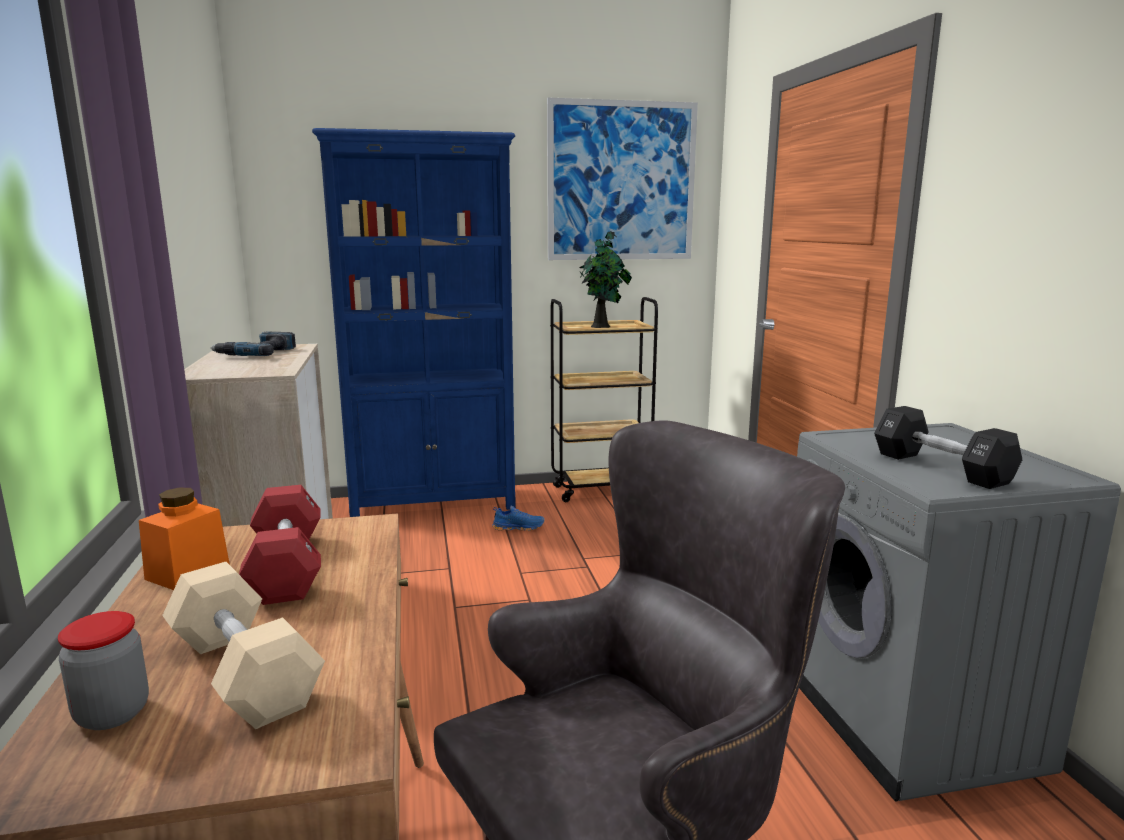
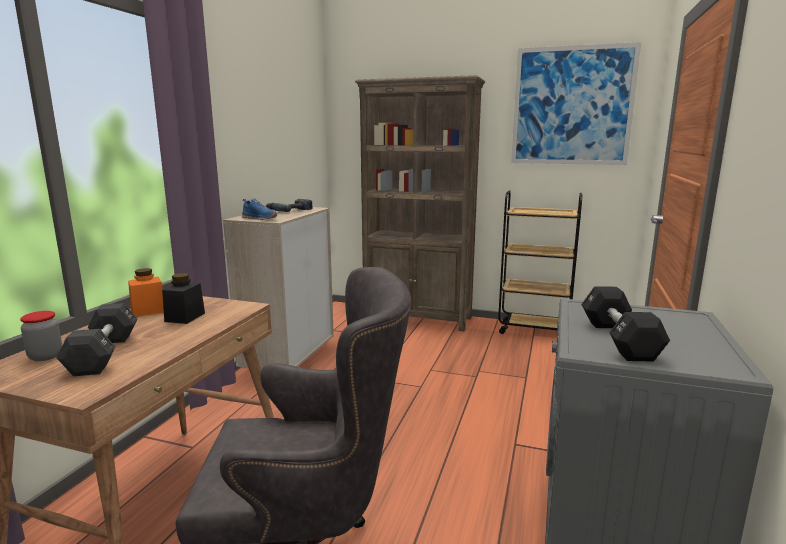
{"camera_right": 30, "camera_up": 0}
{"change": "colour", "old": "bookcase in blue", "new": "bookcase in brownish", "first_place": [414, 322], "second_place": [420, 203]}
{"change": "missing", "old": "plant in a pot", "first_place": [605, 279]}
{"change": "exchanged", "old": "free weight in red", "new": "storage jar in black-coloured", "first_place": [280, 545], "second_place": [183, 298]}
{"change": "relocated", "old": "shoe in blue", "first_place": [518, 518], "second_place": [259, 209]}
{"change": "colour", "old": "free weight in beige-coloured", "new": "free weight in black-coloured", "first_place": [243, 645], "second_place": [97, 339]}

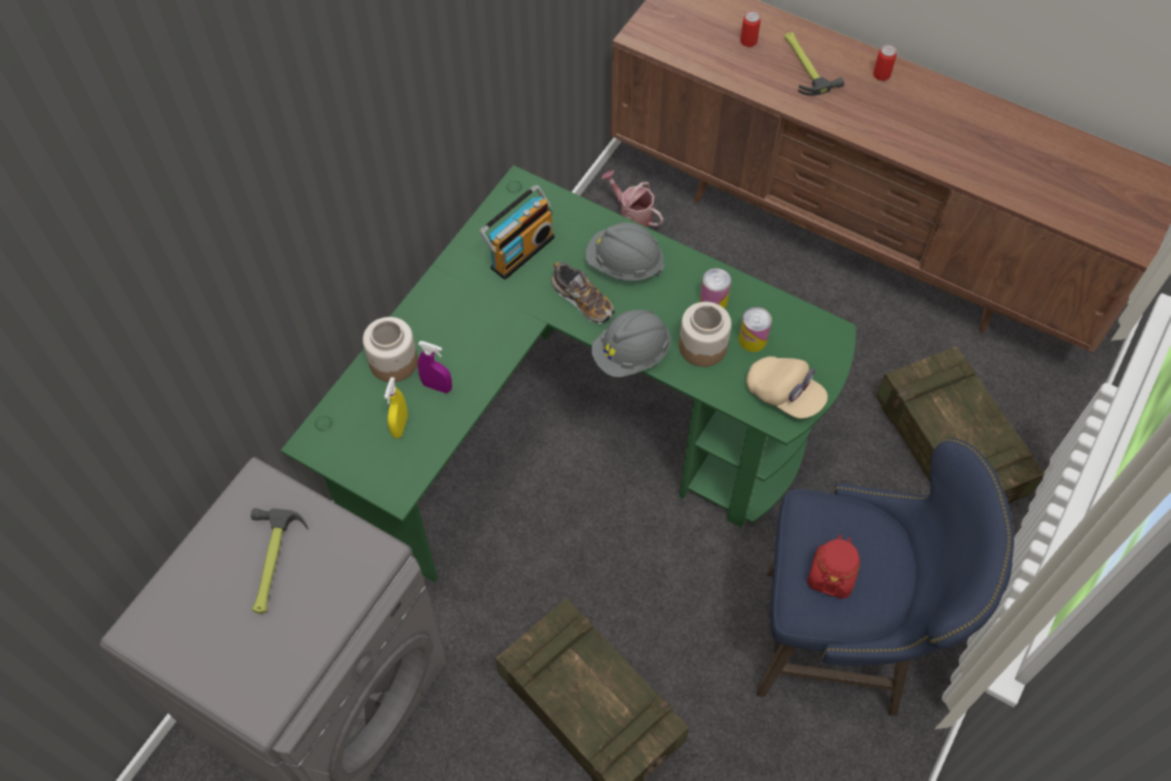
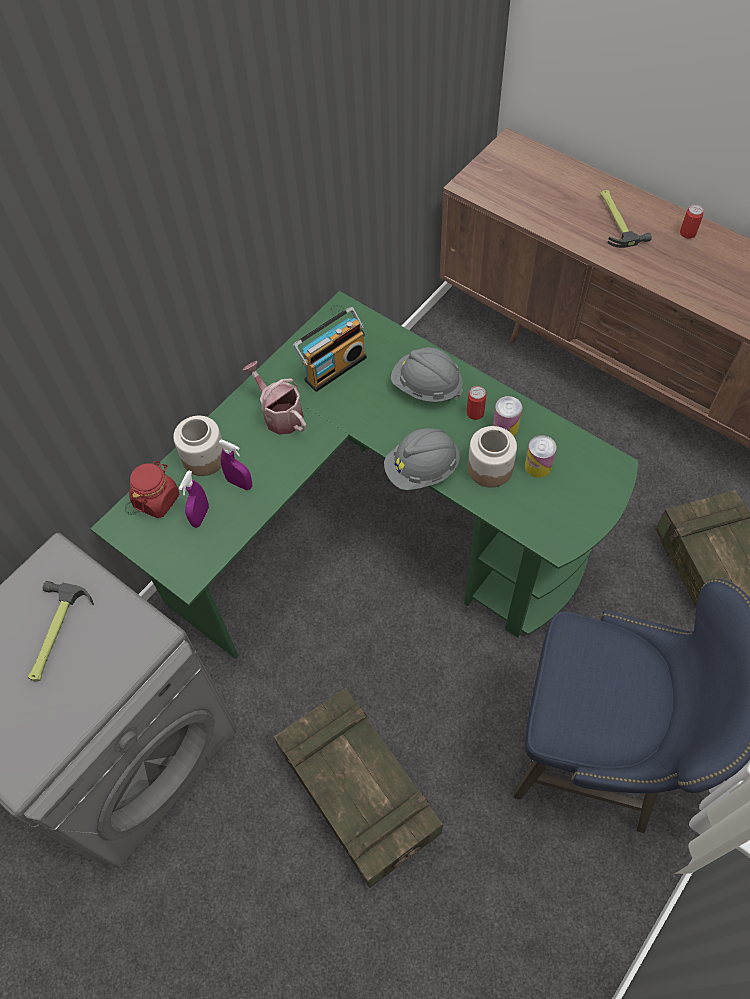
{"camera_right": 10, "camera_up": 0}
{"change": "relocated", "old": "sealed can", "first_place": [750, 29], "second_place": [476, 403]}
{"change": "relocated", "old": "watering pot", "first_place": [632, 199], "second_place": [275, 398]}
{"change": "missing", "old": "shoe", "first_place": [583, 293]}
{"change": "missing", "old": "peaked cap in beige-coloured", "first_place": [787, 387]}
{"change": "colour", "old": "spray bottle in yellow", "new": "spray bottle in purple", "first_place": [396, 407], "second_place": [194, 499]}
{"change": "relocated", "old": "storage jar in red", "first_place": [833, 566], "second_place": [154, 489]}

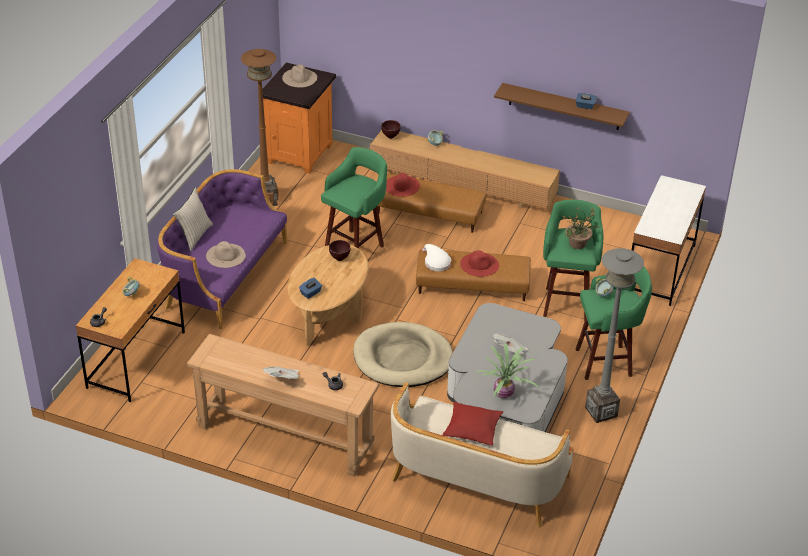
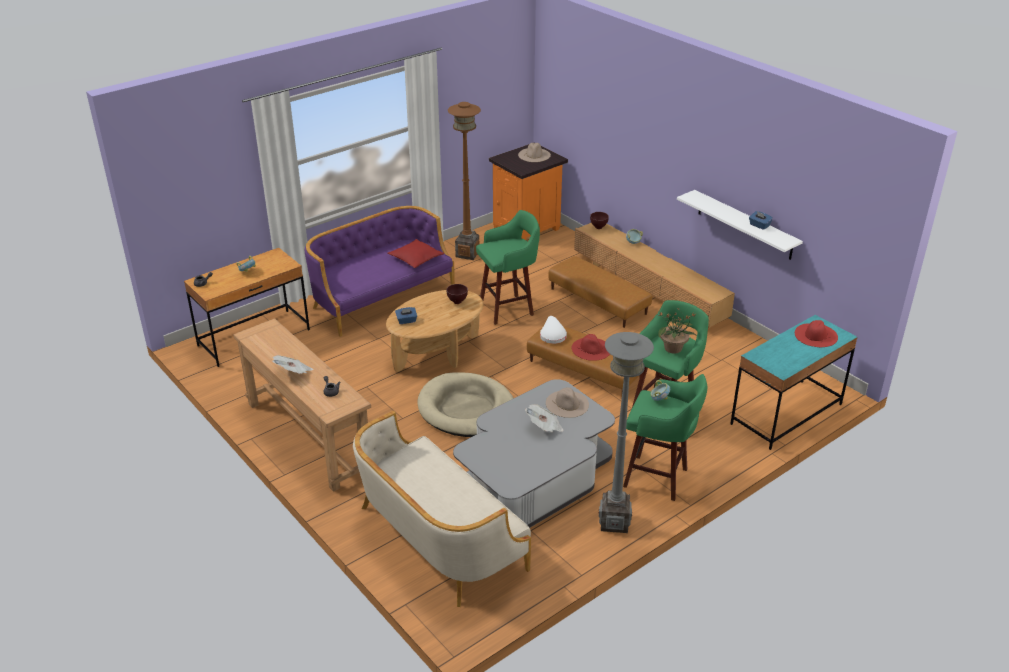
{"camera_right": 30, "camera_up": -5}
{"change": "colour", "old": "shelf in brownish", "new": "shelf in white", "first_place": [562, 106], "second_place": [740, 225]}
{"change": "relocated", "old": "clothing hat in red", "first_place": [403, 185], "second_place": [816, 333]}
{"change": "colour", "old": "desk unit in white", "new": "desk unit in turquoise", "first_place": [669, 240], "second_place": [794, 382]}
{"change": "missing", "old": "pillow in beige-coloured", "first_place": [193, 219]}
{"change": "relocated", "old": "clothing hat in beige-coloured", "first_place": [226, 254], "second_place": [567, 402]}
{"change": "missing", "old": "plant in a pot", "first_place": [508, 371]}
{"change": "relocated", "old": "pillow in red", "first_place": [473, 424], "second_place": [415, 253]}

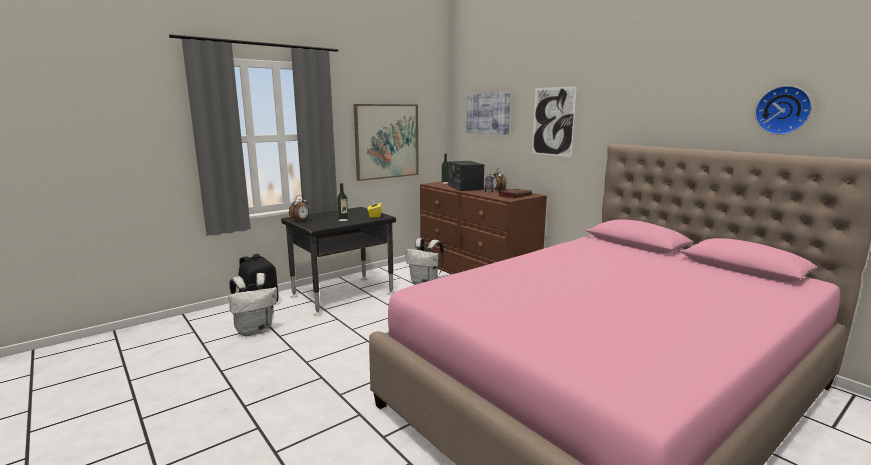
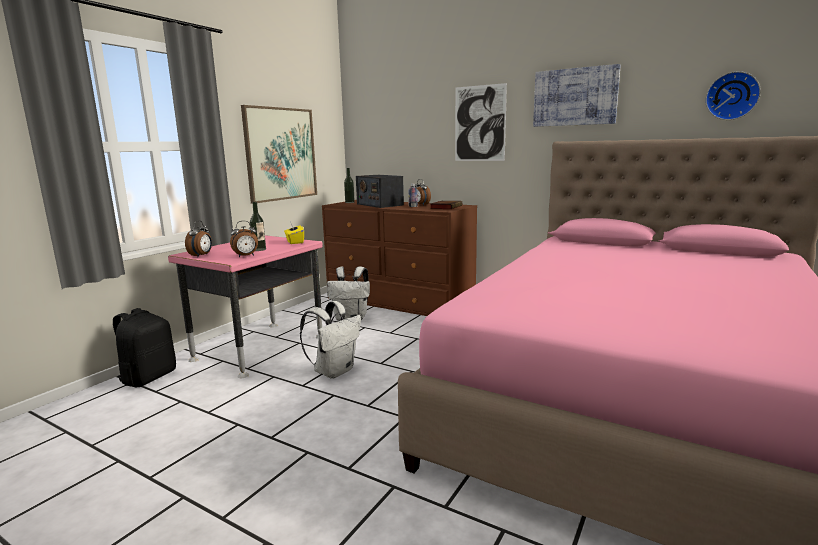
{"camera_right": -20, "camera_up": 0}
{"change": "relocated", "old": "wall picture", "first_place": [488, 114], "second_place": [577, 95]}
{"change": "colour", "old": "desk unit in black-coloured", "new": "desk unit in pinkish", "first_place": [338, 261], "second_place": [245, 306]}
{"change": "relocated", "old": "rucksack in white", "first_place": [252, 304], "second_place": [330, 340]}
{"change": "appeared", "new": "table clock", "second_place": [244, 239]}

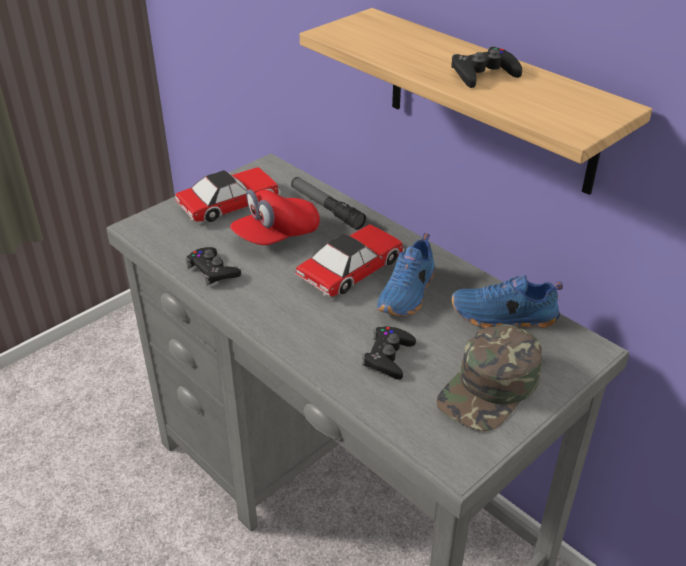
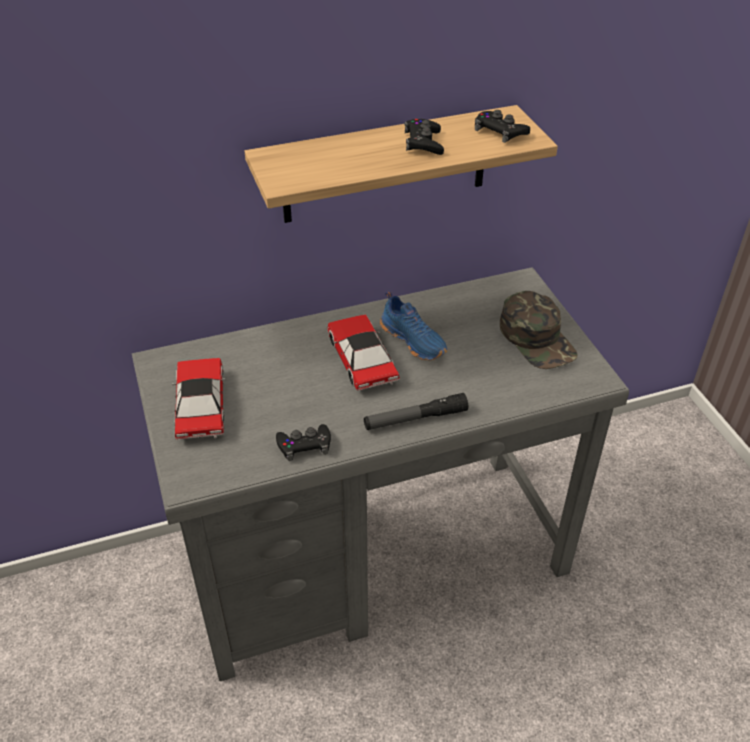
{"camera_right": -65, "camera_up": 5}
{"change": "relocated", "old": "torch", "first_place": [328, 203], "second_place": [416, 411]}
{"change": "missing", "old": "peaked cap in red", "first_place": [275, 217]}
{"change": "missing", "old": "shoe in blue", "first_place": [507, 301]}
{"change": "relocated", "old": "joypad in black-coloured", "first_place": [389, 353], "second_place": [502, 126]}

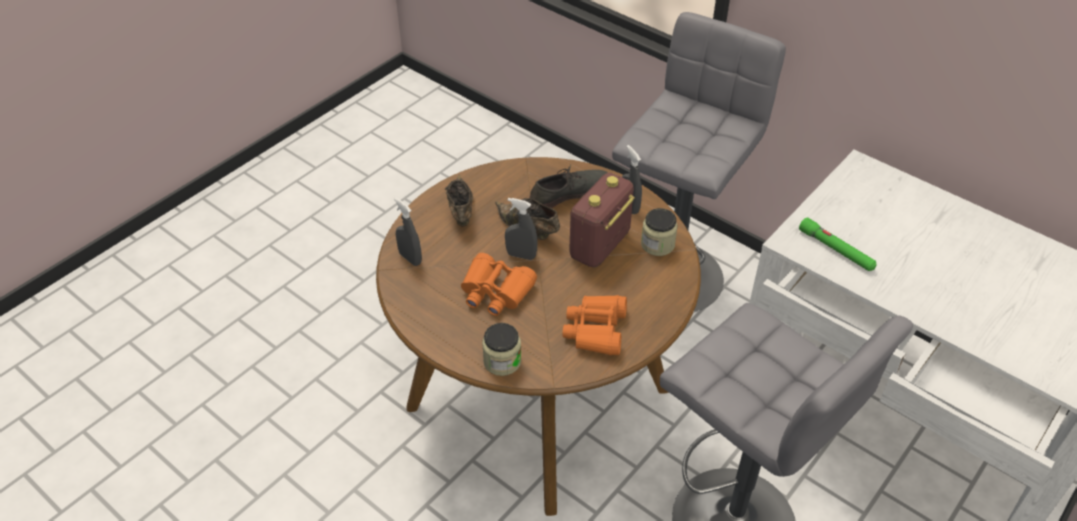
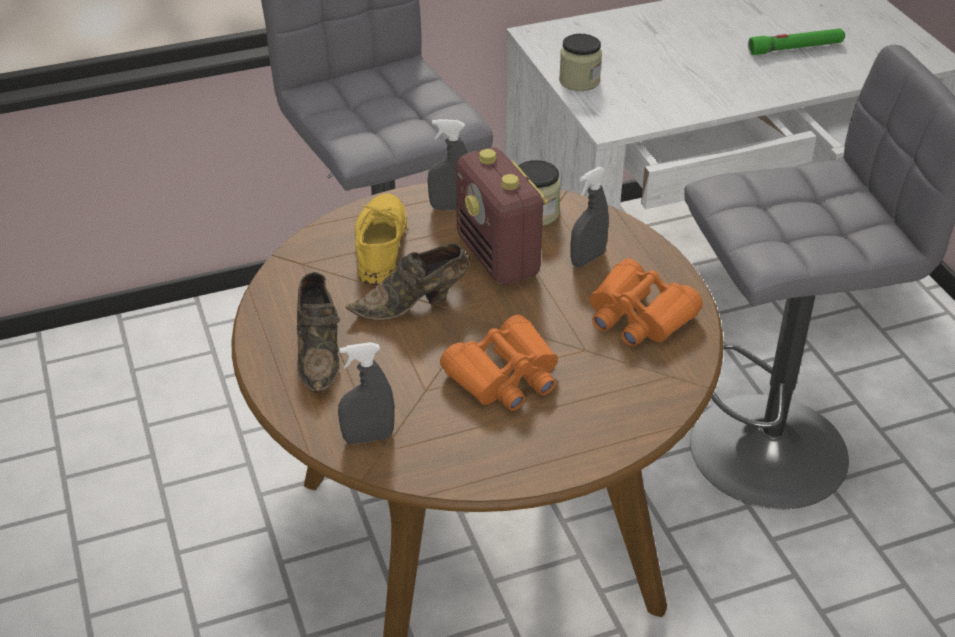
{"camera_right": -60, "camera_up": -5}
{"change": "colour", "old": "shoe in grey", "new": "shoe in yellow", "first_place": [568, 186], "second_place": [381, 239]}
{"change": "spun", "old": "shoe in brownish", "first_place": [459, 200], "second_place": [318, 332], "degrees": -120}
{"change": "relocated", "old": "spray bottle in grey", "first_place": [521, 229], "second_place": [589, 217]}
{"change": "relocated", "old": "torch in green-coloured", "first_place": [838, 244], "second_place": [796, 41]}
{"change": "relocated", "old": "storage jar", "first_place": [501, 349], "second_place": [580, 62]}

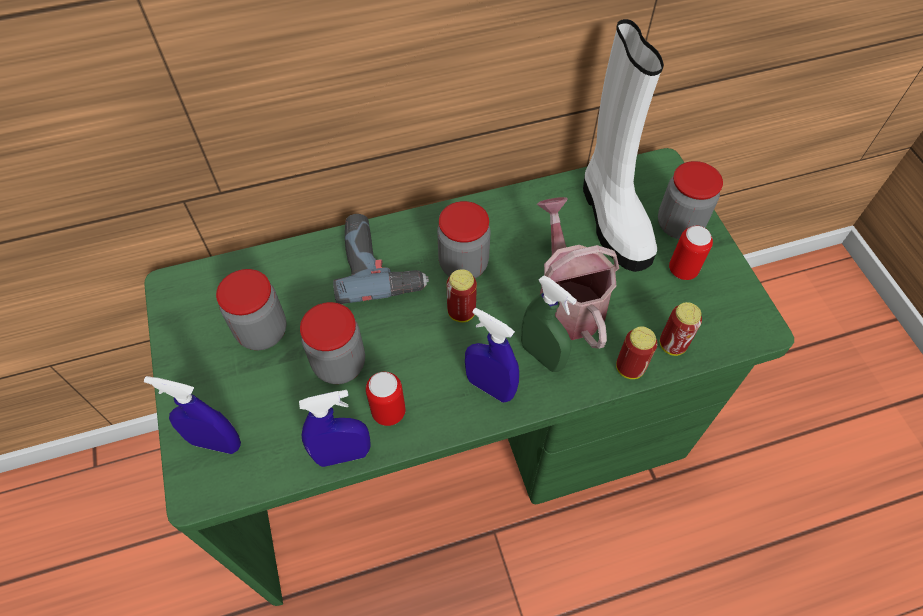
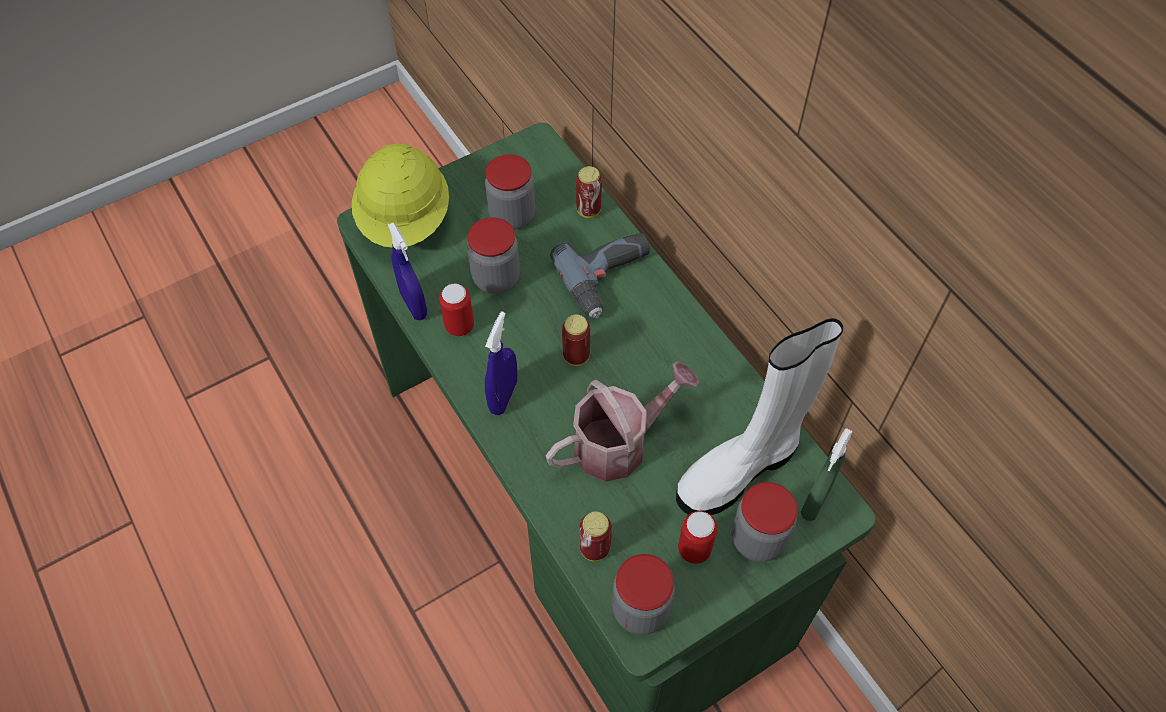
{"camera_right": 75, "camera_up": 0}
{"change": "relocated", "old": "storage jar", "first_place": [464, 239], "second_place": [643, 594]}
{"change": "relocated", "old": "spray bottle in green-coloured", "first_place": [549, 323], "second_place": [827, 474]}
{"change": "relocated", "old": "sealed can", "first_place": [637, 352], "second_place": [589, 192]}
{"change": "exchanged", "old": "spray bottle in blue", "new": "hard hat in yellow", "first_place": [192, 415], "second_place": [400, 195]}

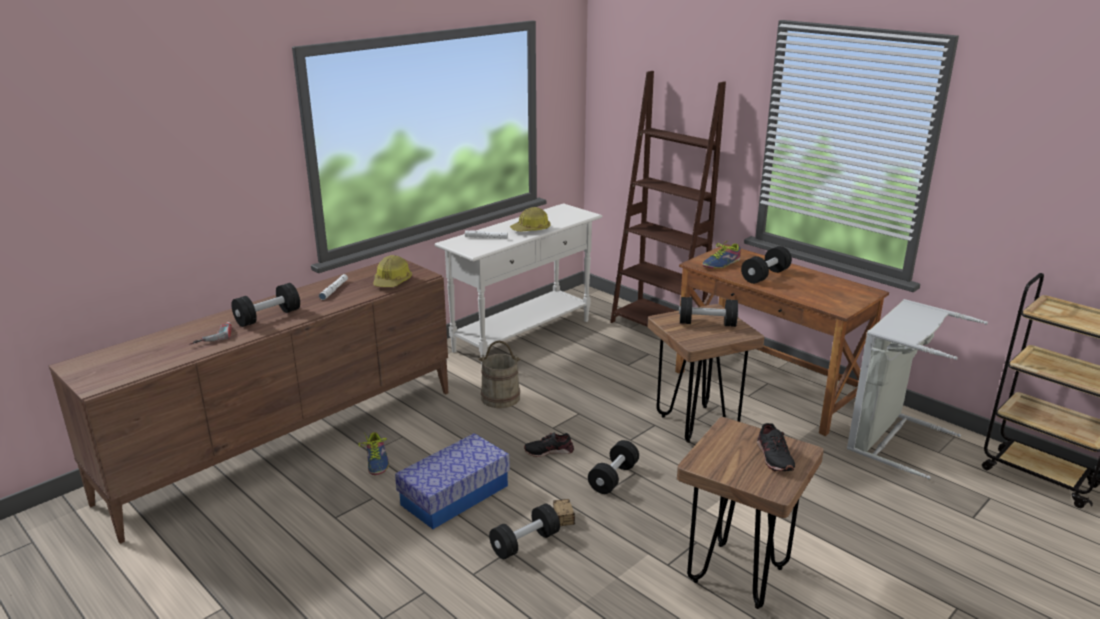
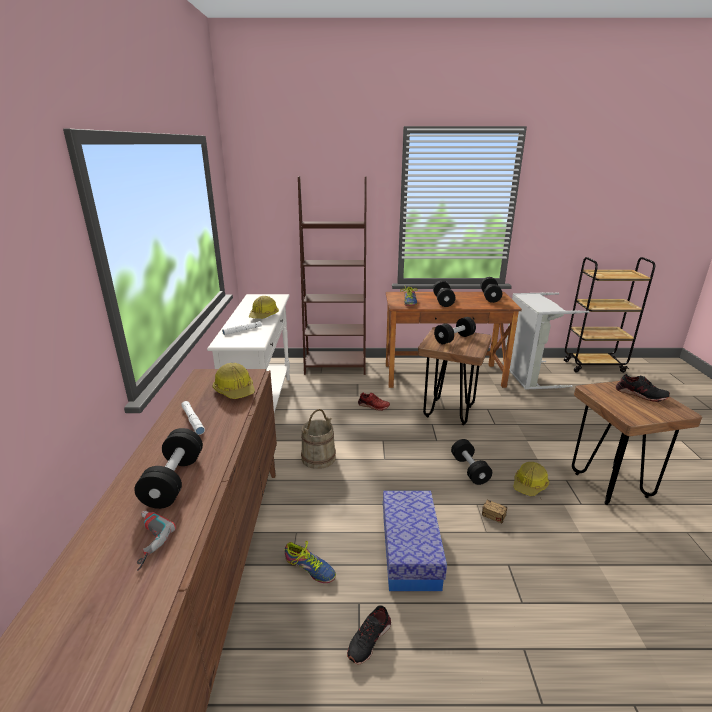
{"camera_right": -45, "camera_up": 0}
{"change": "relocated", "old": "shoe in black-coloured", "first_place": [549, 444], "second_place": [369, 634]}
{"change": "relocated", "old": "free weight in black-coloured", "first_place": [524, 531], "second_place": [491, 290]}
{"change": "appeared", "new": "shoe in red", "second_place": [374, 401]}
{"change": "appeared", "new": "hard hat", "second_place": [531, 479]}

